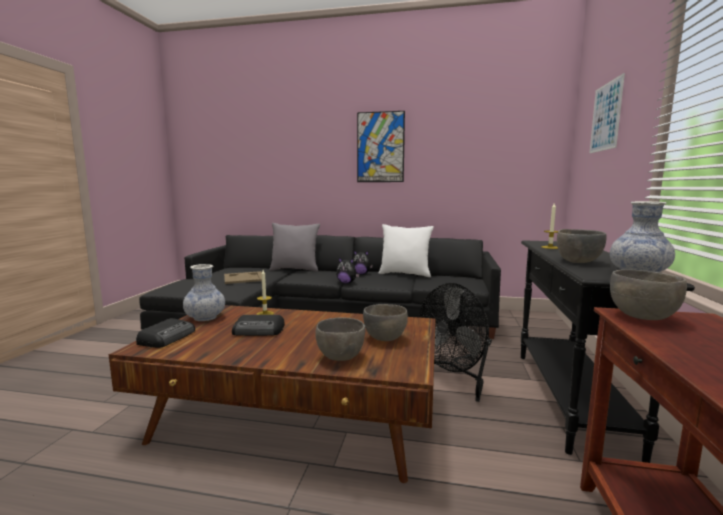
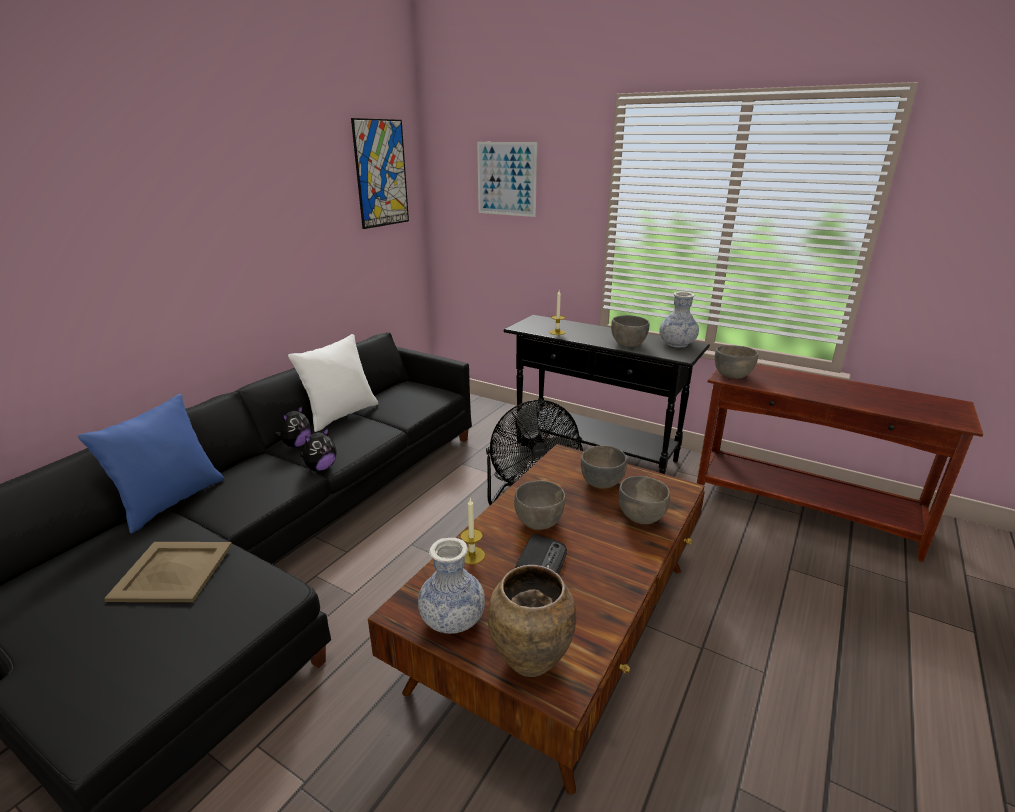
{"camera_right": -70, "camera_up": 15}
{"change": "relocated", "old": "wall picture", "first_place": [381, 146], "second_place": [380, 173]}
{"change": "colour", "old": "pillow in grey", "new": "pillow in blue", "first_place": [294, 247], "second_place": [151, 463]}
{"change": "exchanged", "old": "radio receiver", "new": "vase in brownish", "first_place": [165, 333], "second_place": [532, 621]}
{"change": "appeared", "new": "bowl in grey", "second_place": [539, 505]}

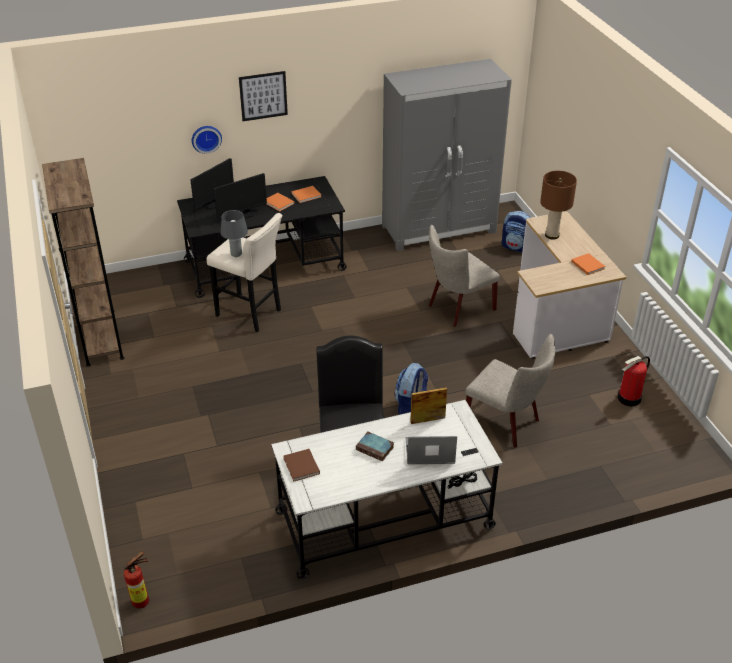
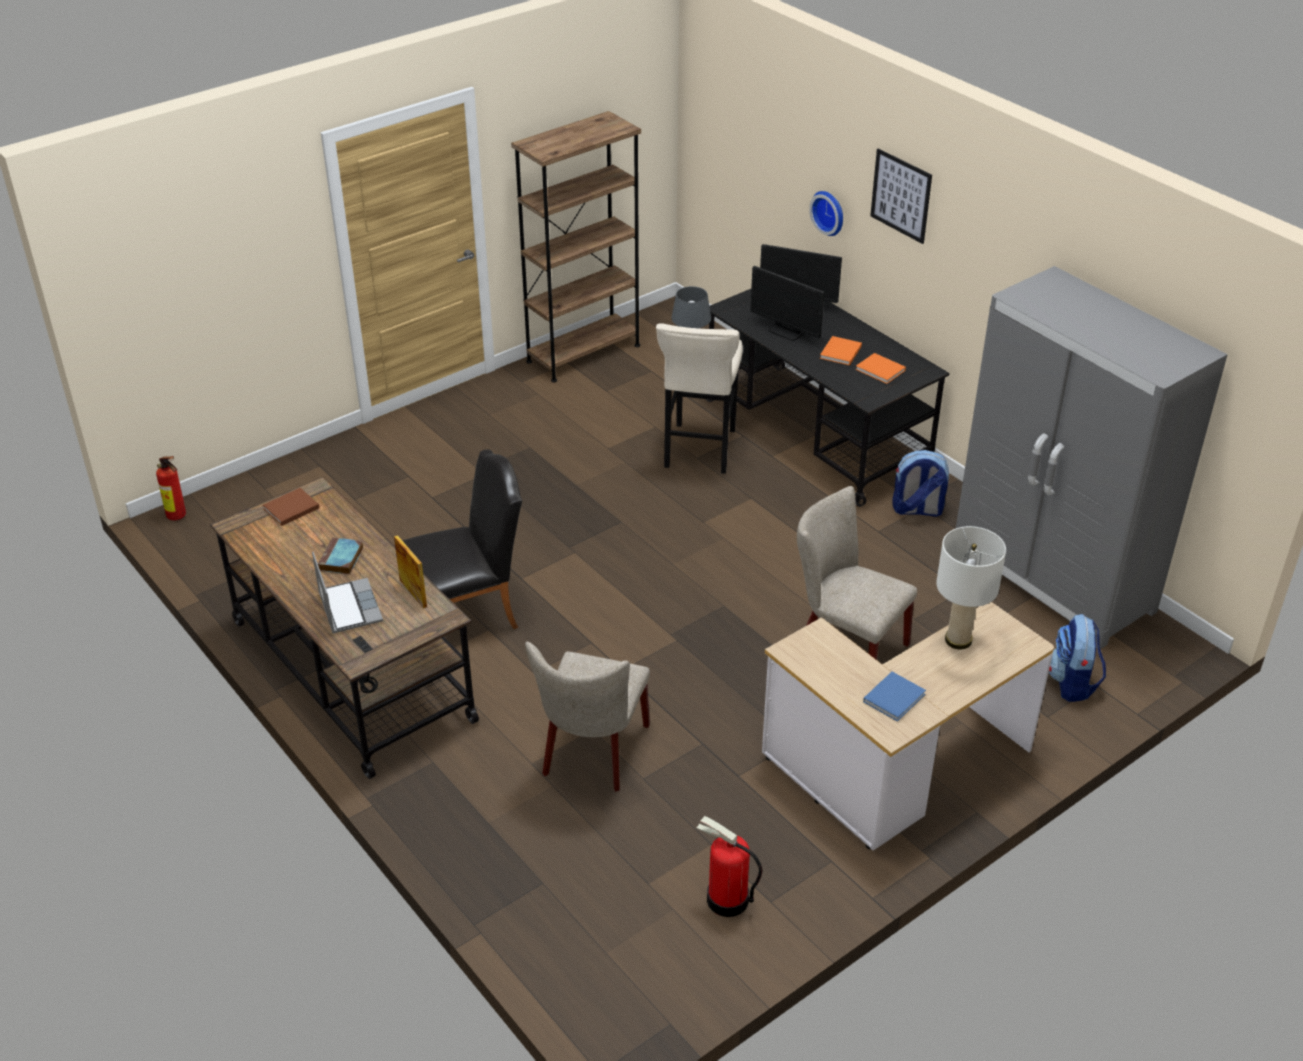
{"camera_right": 70, "camera_up": 0}
{"change": "colour", "old": "tabletop lamp in brownish", "new": "tabletop lamp in white", "first_place": [558, 205], "second_place": [971, 588]}
{"change": "colour", "old": "book in orangey", "new": "book in blue", "first_place": [588, 264], "second_place": [894, 697]}
{"change": "relocated", "old": "rucksack", "first_place": [411, 389], "second_place": [920, 483]}
{"change": "colour", "old": "desk unit in white", "new": "desk unit in brownish", "first_place": [387, 489], "second_place": [344, 628]}

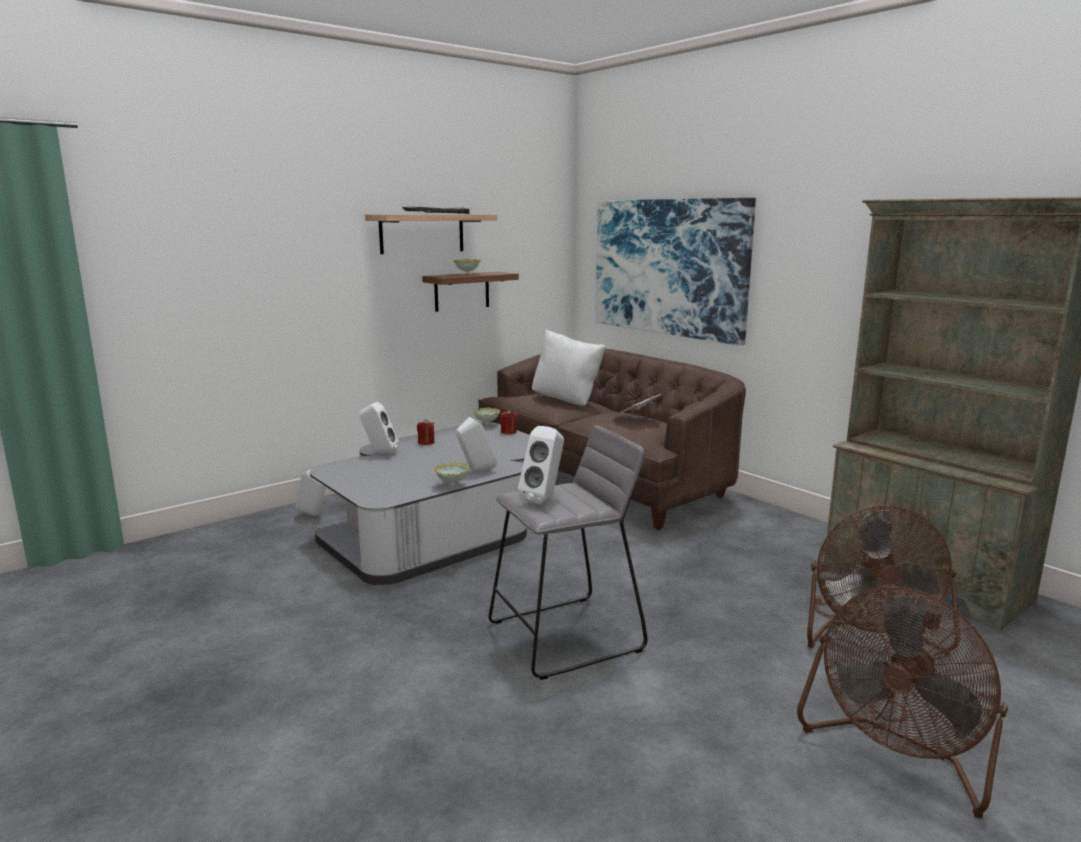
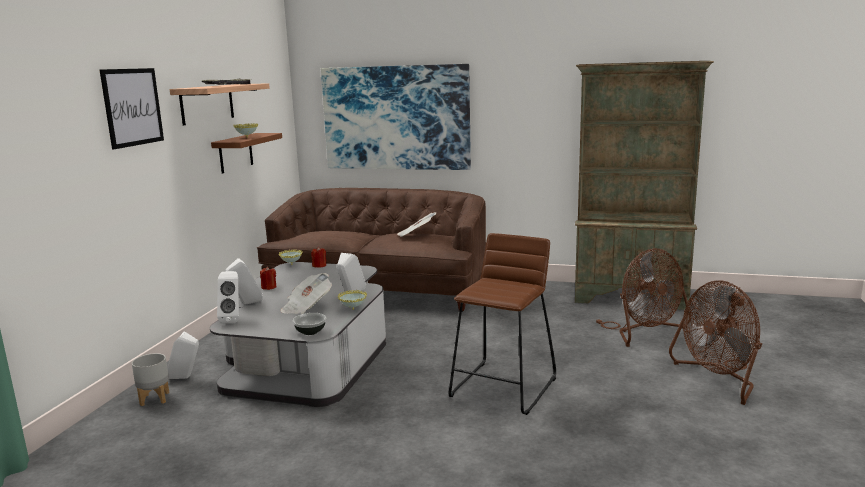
{"camera_right": -35, "camera_up": 0}
{"change": "missing", "old": "pillow in white", "first_place": [569, 367]}
{"change": "colour", "old": "sitting stool in grey", "new": "sitting stool in brownish", "first_place": [568, 552], "second_place": [502, 324]}
{"change": "relocated", "old": "speaker in white", "first_place": [541, 465], "second_place": [228, 297]}
{"change": "spun", "old": "cooling fan in brownish", "first_place": [902, 703], "second_place": [715, 342], "degrees": 60}
{"change": "appeared", "new": "wall picture", "second_place": [132, 108]}
{"change": "appeared", "new": "printed paper", "second_place": [306, 293]}
{"change": "appeared", "new": "bowl", "second_place": [309, 324]}
{"change": "appeared", "new": "flower pot in grey", "second_place": [150, 379]}

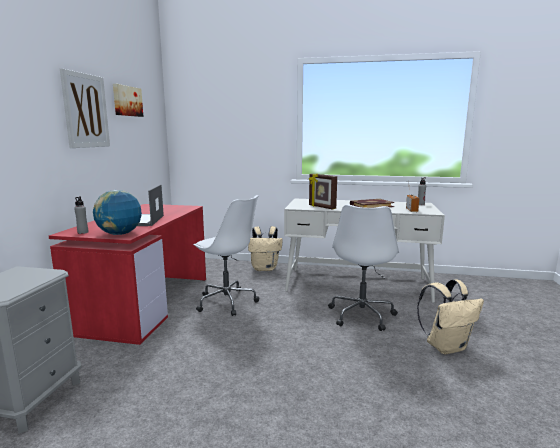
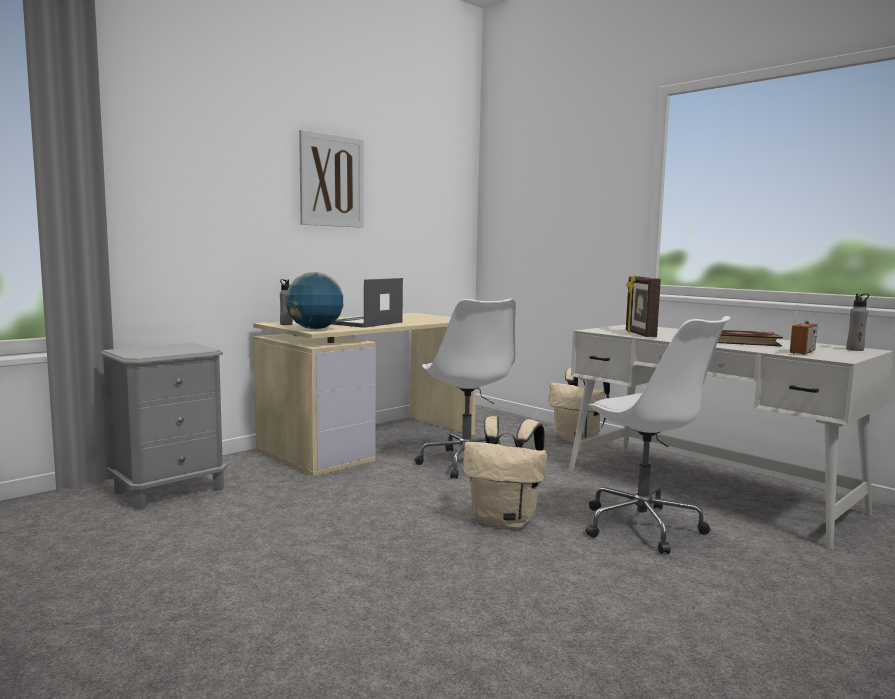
{"camera_right": 35, "camera_up": -5}
{"change": "missing", "old": "wall picture", "first_place": [128, 100]}
{"change": "colour", "old": "desk unit in red", "new": "desk unit in beige-coloured", "first_place": [127, 274], "second_place": [364, 394]}
{"change": "spun", "old": "office chair in white", "first_place": [363, 268], "second_place": [658, 435], "degrees": -90}
{"change": "relocated", "old": "rucksack in beige-coloured", "first_place": [450, 316], "second_place": [505, 472]}

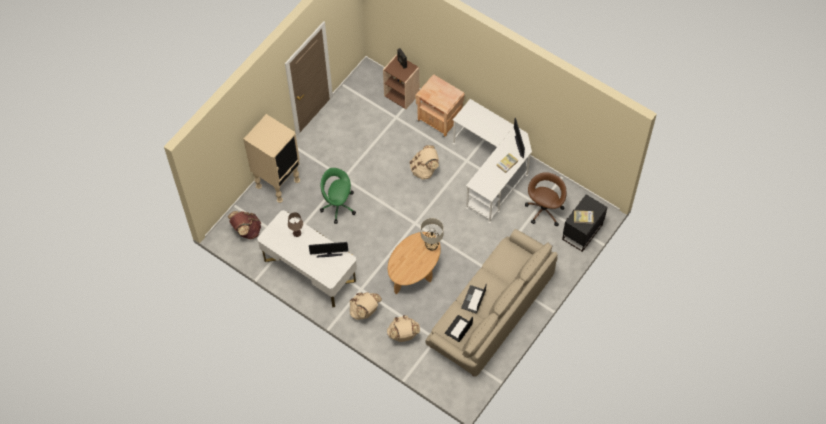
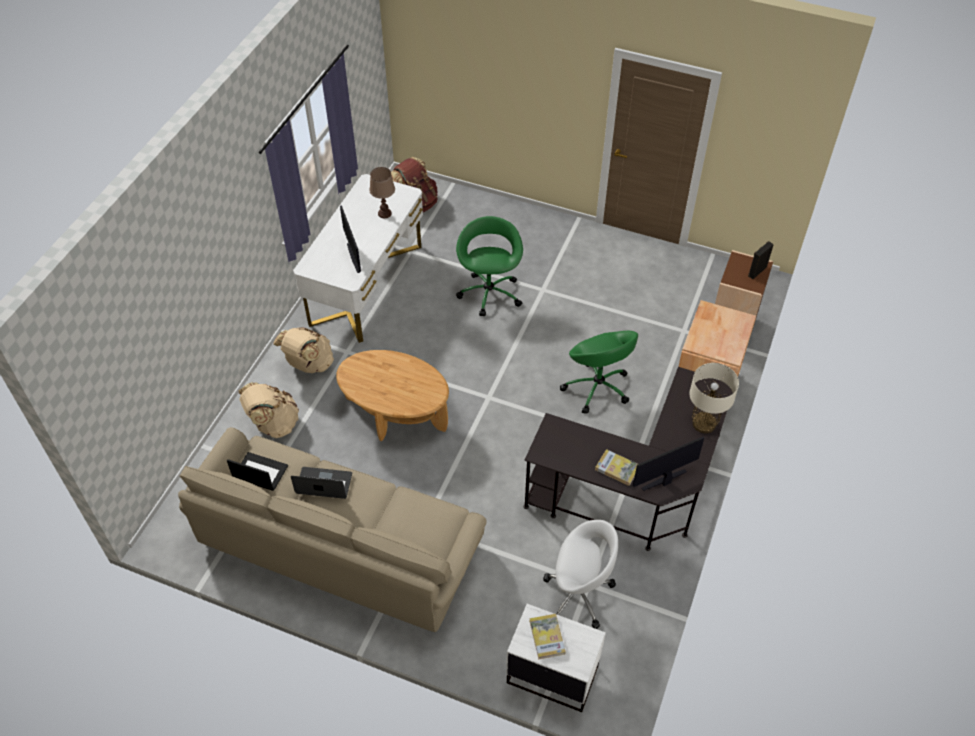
{"camera_right": 75, "camera_up": -10}
{"change": "colour", "old": "desk unit in white", "new": "desk unit in black-coloured", "first_place": [492, 161], "second_place": [628, 459]}
{"change": "missing", "old": "cabinet in beige-coloured", "first_place": [271, 158]}
{"change": "exchanged", "old": "rucksack in beige-coloured", "new": "office chair in green-coloured", "first_place": [424, 162], "second_place": [599, 372]}
{"change": "colour", "old": "office chair in brownish", "new": "office chair in white", "first_place": [546, 199], "second_place": [580, 574]}
{"change": "colour", "old": "night table in black-coloured", "new": "night table in white", "first_place": [584, 223], "second_place": [556, 658]}
{"change": "relocated", "old": "tabletop lamp", "first_place": [432, 234], "second_place": [714, 398]}

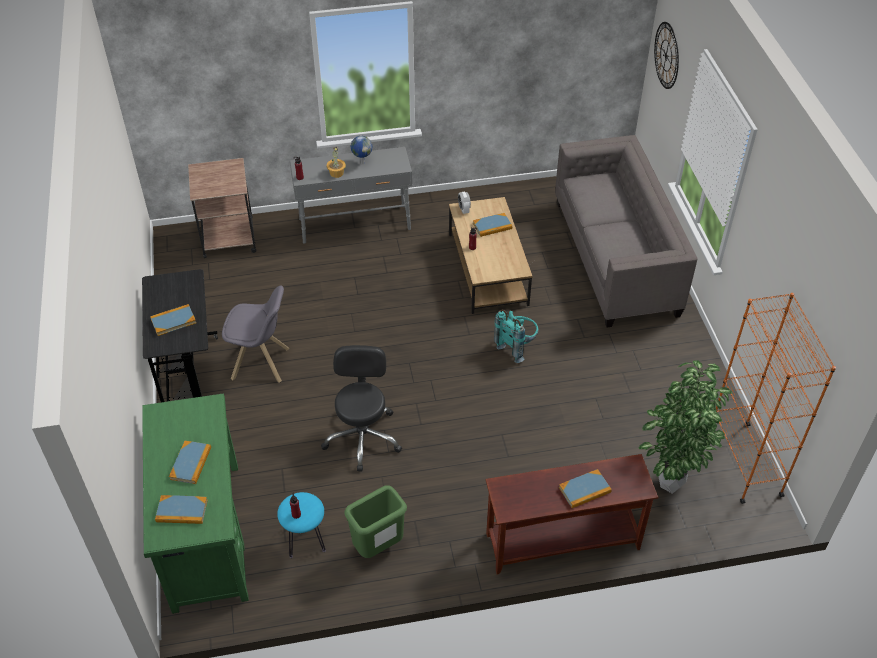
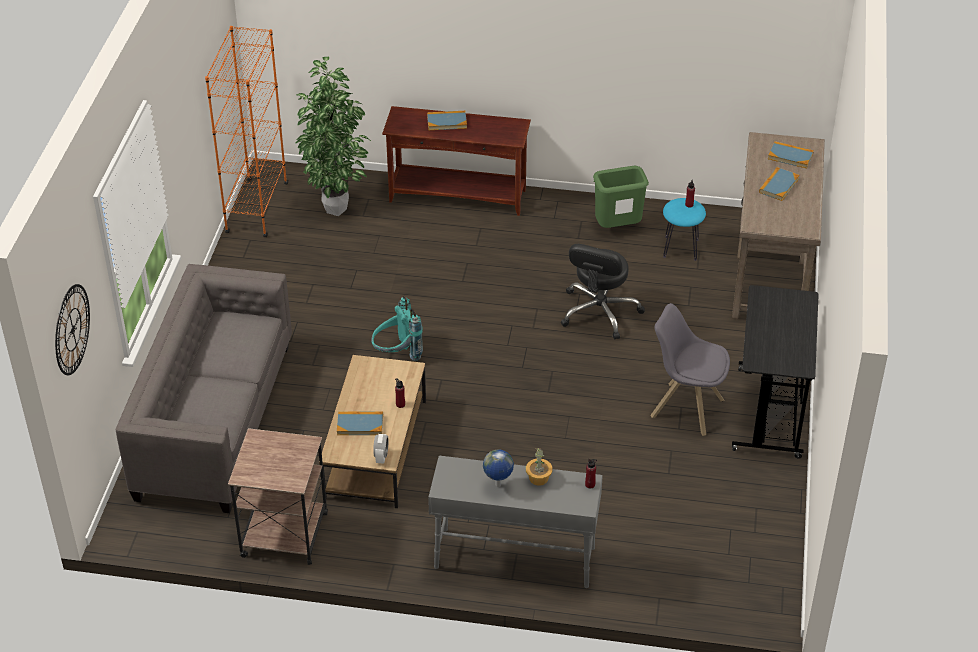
{"camera_right": -160, "camera_up": -5}
{"change": "relocated", "old": "wheeled cart in brownish", "first_place": [222, 208], "second_place": [278, 496]}
{"change": "missing", "old": "book", "first_place": [173, 320]}
{"change": "colour", "old": "desk unit in green-coloured", "new": "desk unit in brownish", "first_place": [195, 504], "second_place": [778, 225]}

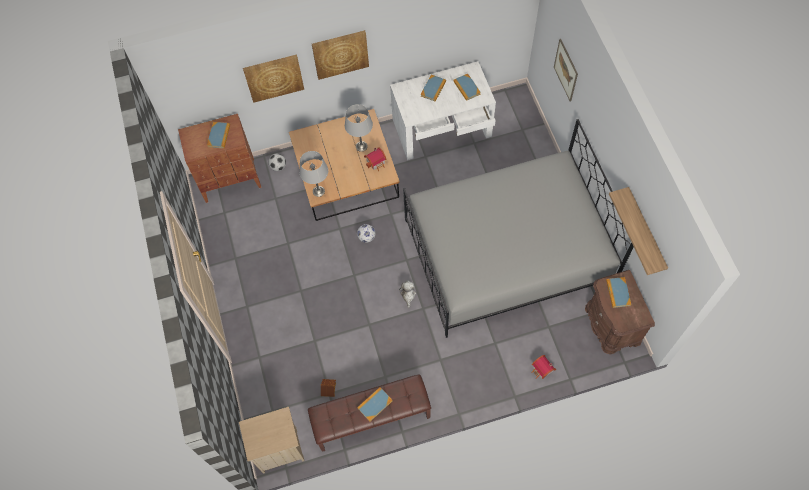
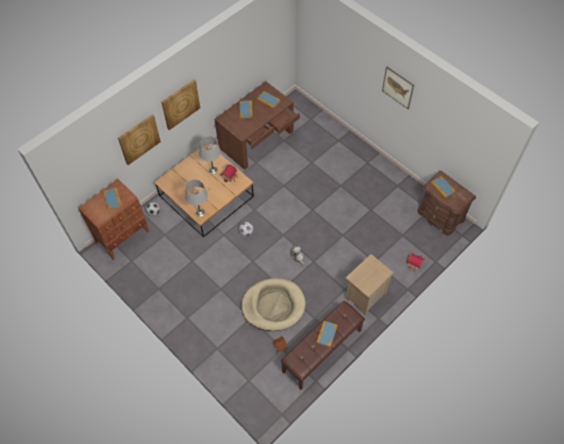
{"camera_right": -30, "camera_up": -5}
{"change": "relocated", "old": "wall picture", "first_place": [566, 70], "second_place": [398, 88]}
{"change": "colour", "old": "desk unit in white", "new": "desk unit in brownish", "first_place": [443, 110], "second_place": [257, 125]}
{"change": "missing", "old": "bedroom bed in grey", "first_place": [518, 228]}
{"change": "missing", "old": "shelf", "first_place": [638, 231]}
{"change": "relocated", "old": "night table in beige-coloured", "first_place": [271, 440], "second_place": [369, 284]}
{"change": "appeared", "new": "pet bed in beige-coloured", "second_place": [274, 304]}

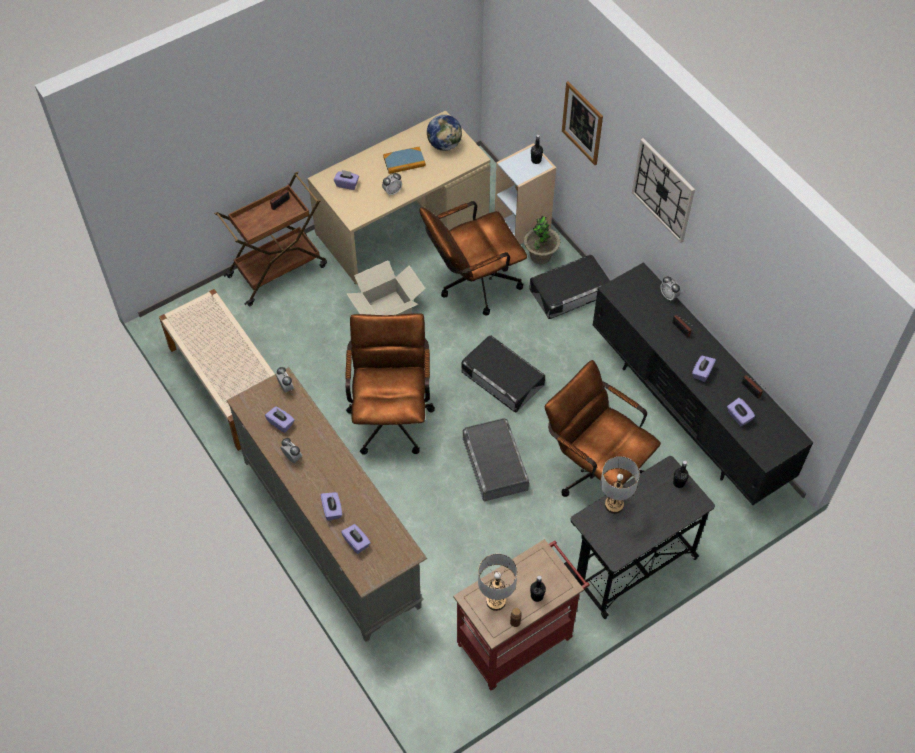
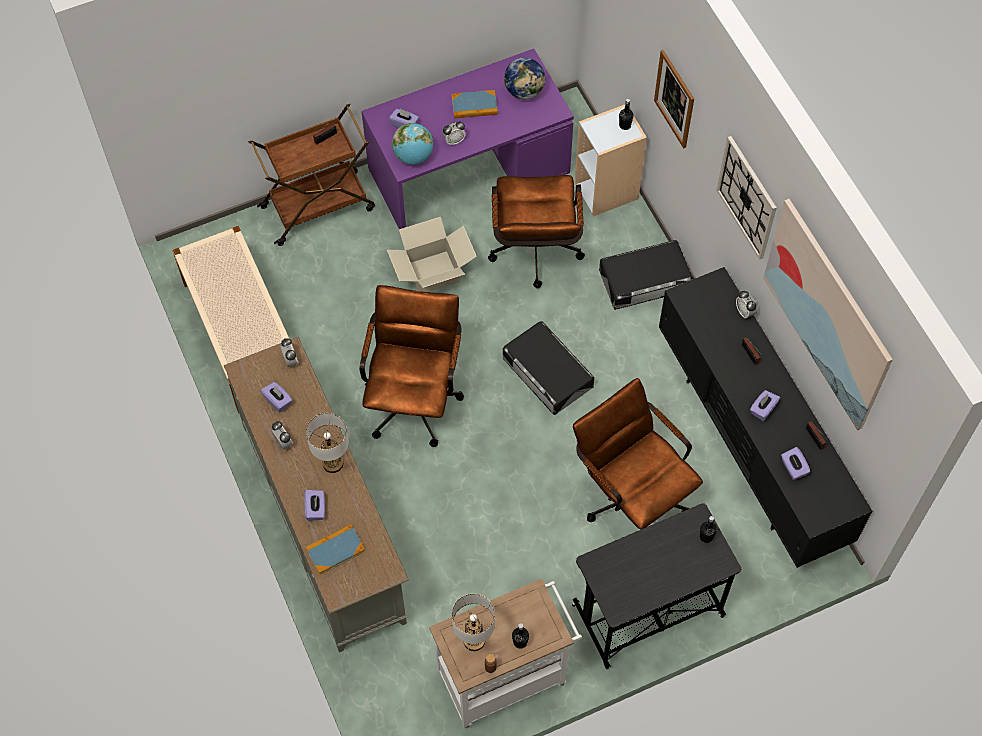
{"camera_right": 10, "camera_up": 5}
{"change": "colour", "old": "desk unit in beige-coloured", "new": "desk unit in purple", "first_place": [399, 197], "second_place": [467, 139]}
{"change": "spun", "old": "office chair in brownish", "first_place": [473, 258], "second_place": [536, 232], "degrees": -75}
{"change": "missing", "old": "plant in a pot", "first_place": [542, 240]}
{"change": "missing", "old": "storage bin in grey", "first_place": [496, 460]}
{"change": "relocated", "old": "tabletop lamp", "first_place": [620, 485], "second_place": [327, 443]}
{"change": "exchanged", "old": "box of tissues in purple", "new": "book", "first_place": [356, 539], "second_place": [335, 549]}
{"change": "colour", "old": "wheeled cart in red", "new": "wheeled cart in white", "first_place": [521, 614], "second_place": [505, 654]}
{"change": "appeared", "new": "globe", "second_place": [412, 144]}
{"change": "appeared", "new": "wall picture", "second_place": [828, 315]}

